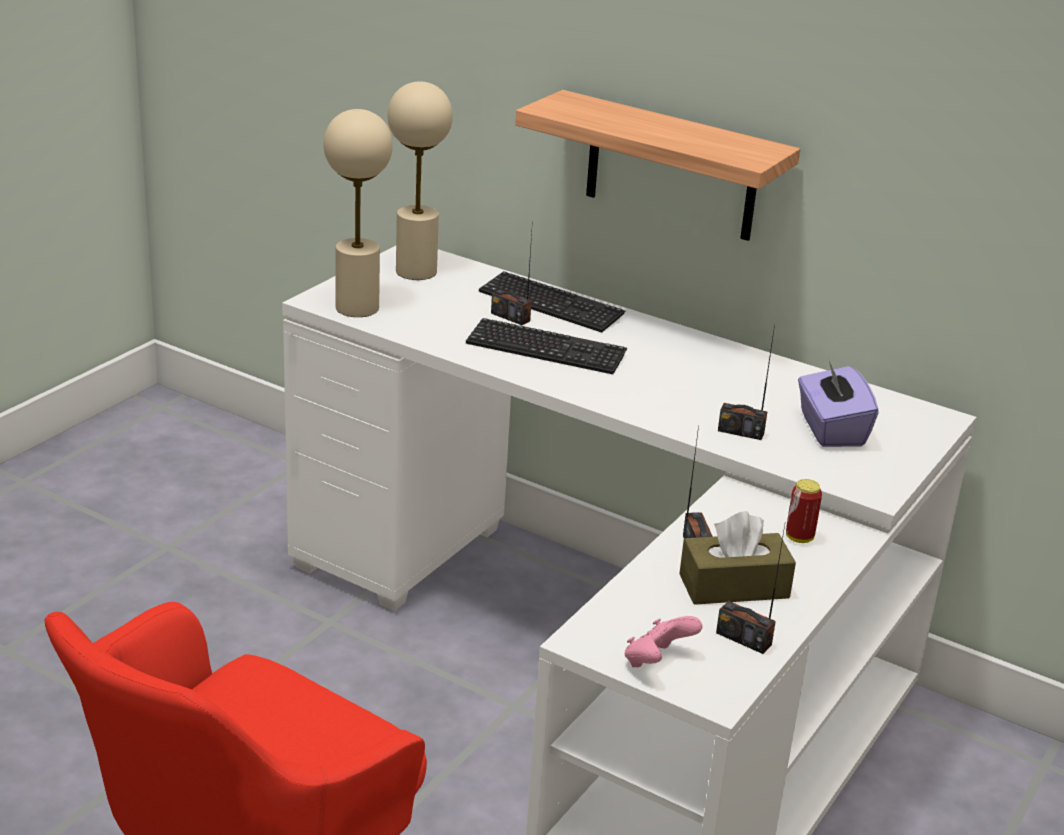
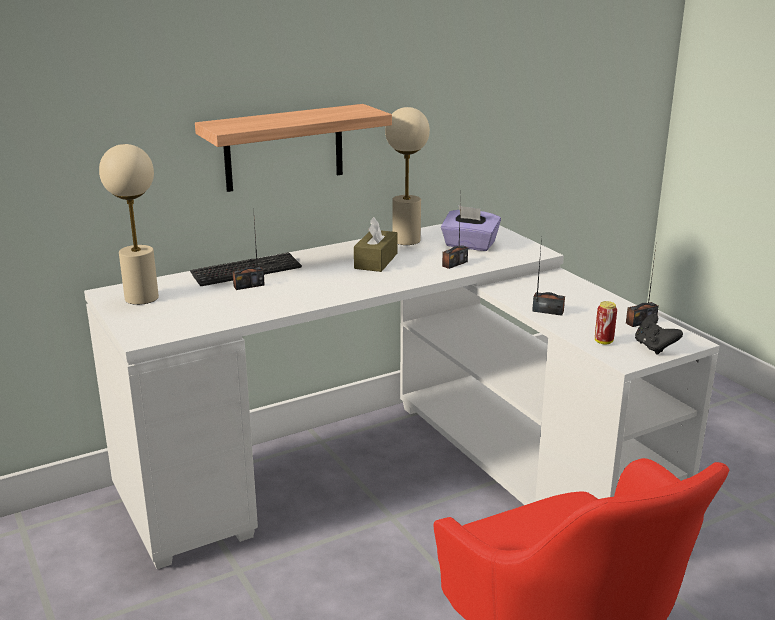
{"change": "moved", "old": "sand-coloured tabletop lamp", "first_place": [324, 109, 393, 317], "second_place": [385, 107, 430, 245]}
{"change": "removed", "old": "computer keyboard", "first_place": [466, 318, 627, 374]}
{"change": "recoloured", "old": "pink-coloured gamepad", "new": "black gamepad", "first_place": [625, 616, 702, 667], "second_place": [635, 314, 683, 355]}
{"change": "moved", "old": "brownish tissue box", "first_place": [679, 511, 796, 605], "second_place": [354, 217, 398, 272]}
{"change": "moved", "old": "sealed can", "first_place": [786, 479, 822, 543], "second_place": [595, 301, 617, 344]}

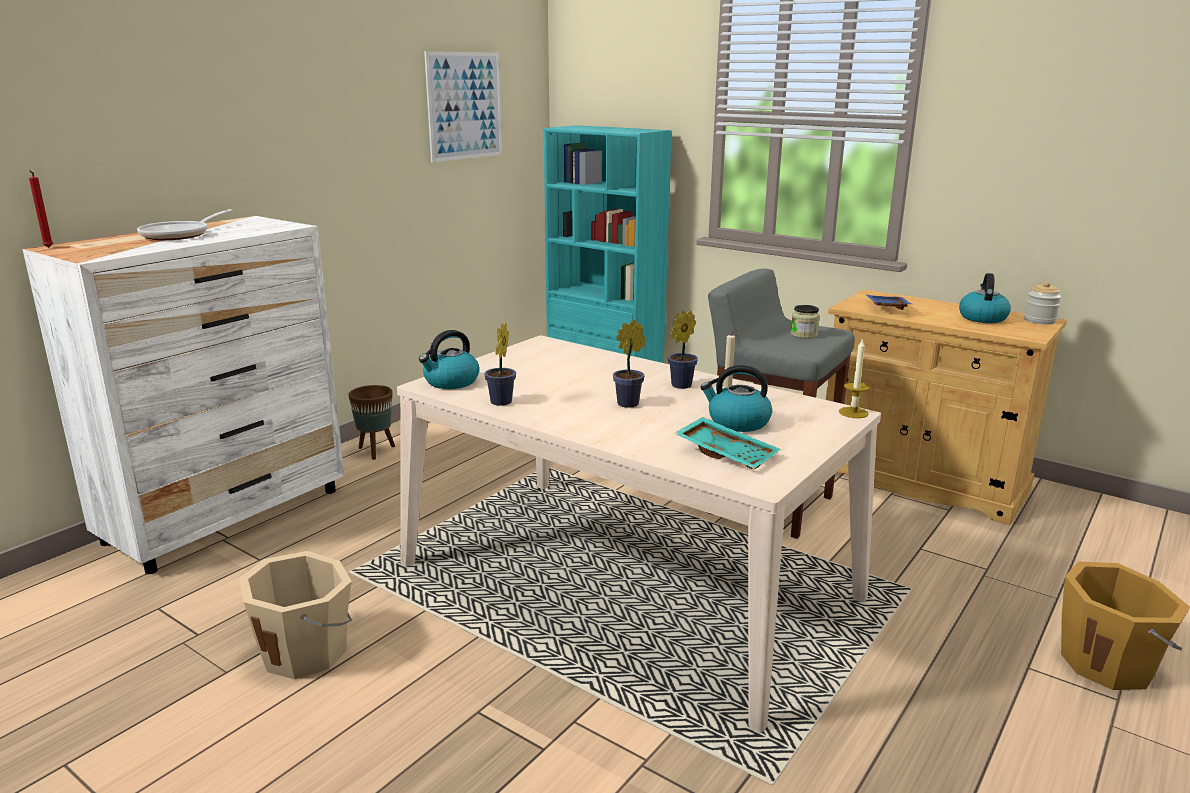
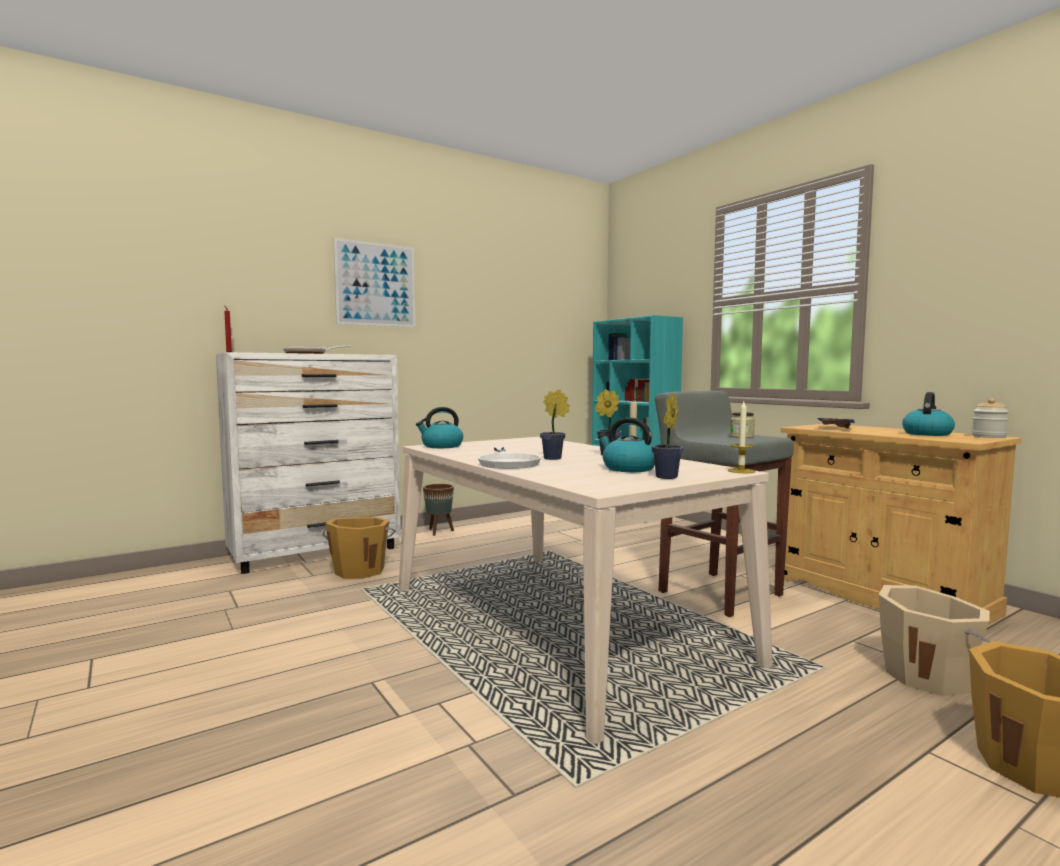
{"change": "moved", "old": "sand-coloured water bucket", "first_place": [239, 551, 352, 679], "second_place": [879, 585, 990, 696]}
{"change": "moved", "old": "wall art", "first_place": [424, 51, 502, 162], "second_place": [333, 238, 415, 328]}
{"change": "moved", "old": "houseplant", "first_place": [484, 322, 516, 406], "second_place": [652, 394, 683, 479]}
{"change": "removed", "old": "turquoise serving tray", "first_place": [674, 417, 780, 469]}
{"change": "added", "new": "orangey water bucket", "second_place": [323, 517, 396, 579]}
{"change": "added", "new": "white-coloured skillet", "second_place": [478, 447, 541, 469]}

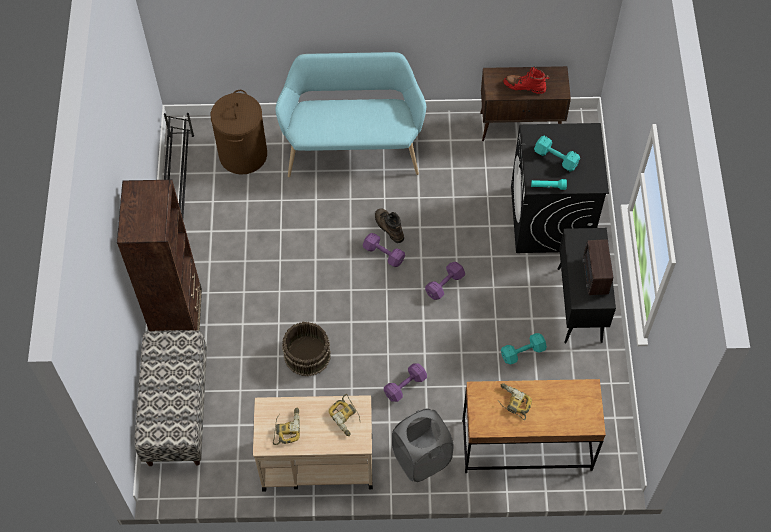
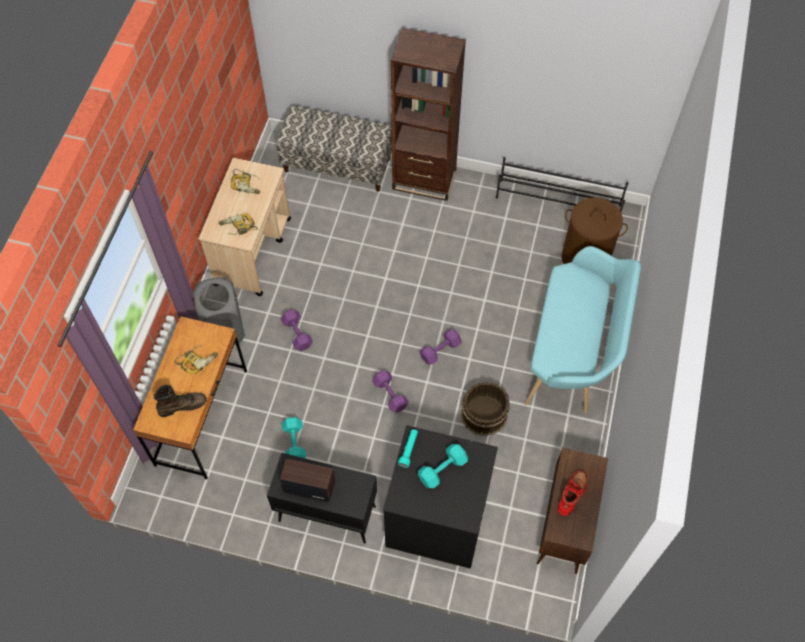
{"change": "moved", "old": "brownish water bucket", "first_place": [282, 322, 331, 376], "second_place": [461, 382, 510, 436]}
{"change": "moved", "old": "brownish boot", "first_place": [375, 208, 404, 243], "second_place": [154, 385, 207, 417]}

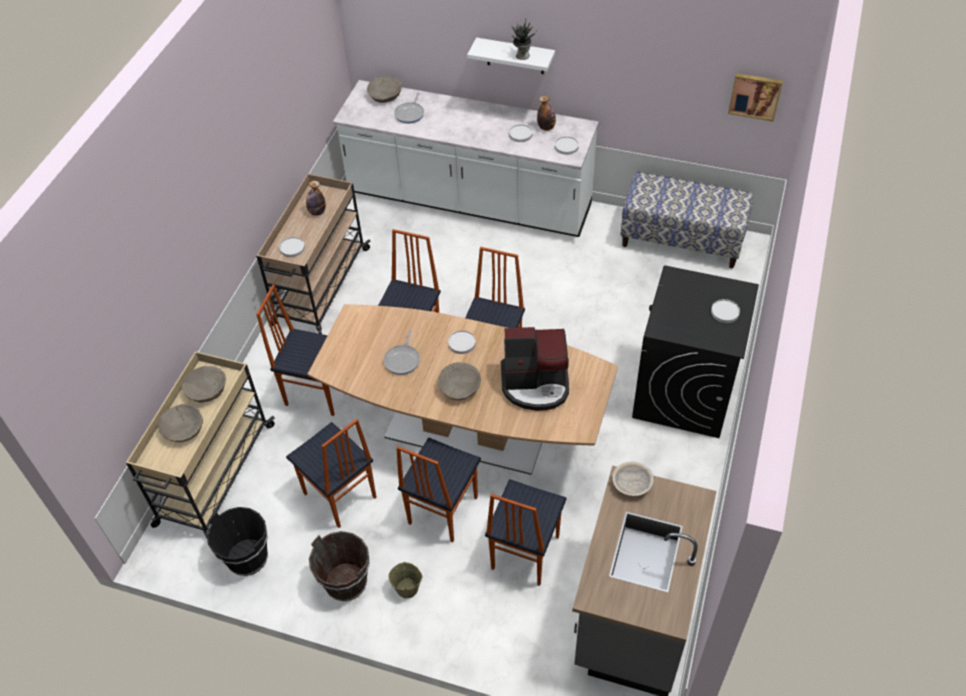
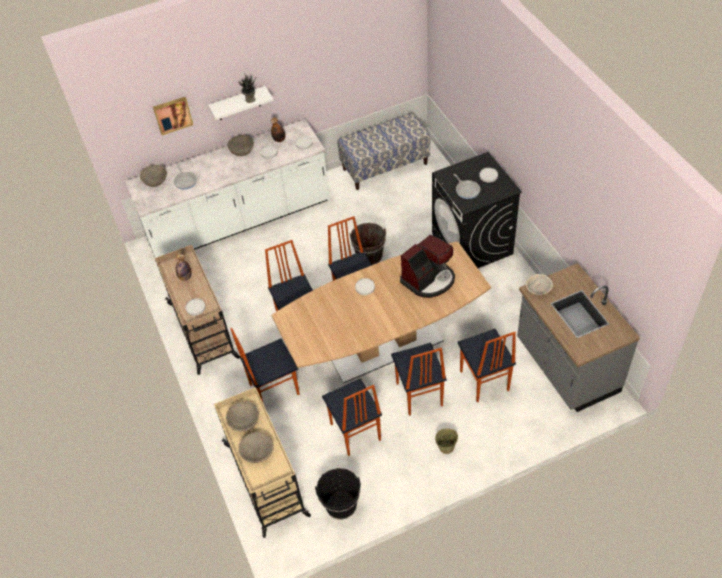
{"change": "turned", "old": "chair", "first_place": [286, 419, 377, 528], "second_place": [322, 378, 382, 456], "degrees": 60}
{"change": "moved", "old": "brownish water bucket", "first_place": [309, 531, 370, 601], "second_place": [349, 223, 386, 265]}
{"change": "moved", "old": "skillet", "first_place": [384, 330, 420, 375], "second_place": [454, 174, 480, 199]}
{"change": "moved", "old": "sand-coloured bowl", "first_place": [438, 362, 481, 400], "second_place": [227, 135, 254, 156]}
{"change": "moved", "old": "wall art", "first_place": [728, 73, 783, 122], "second_place": [153, 97, 193, 135]}

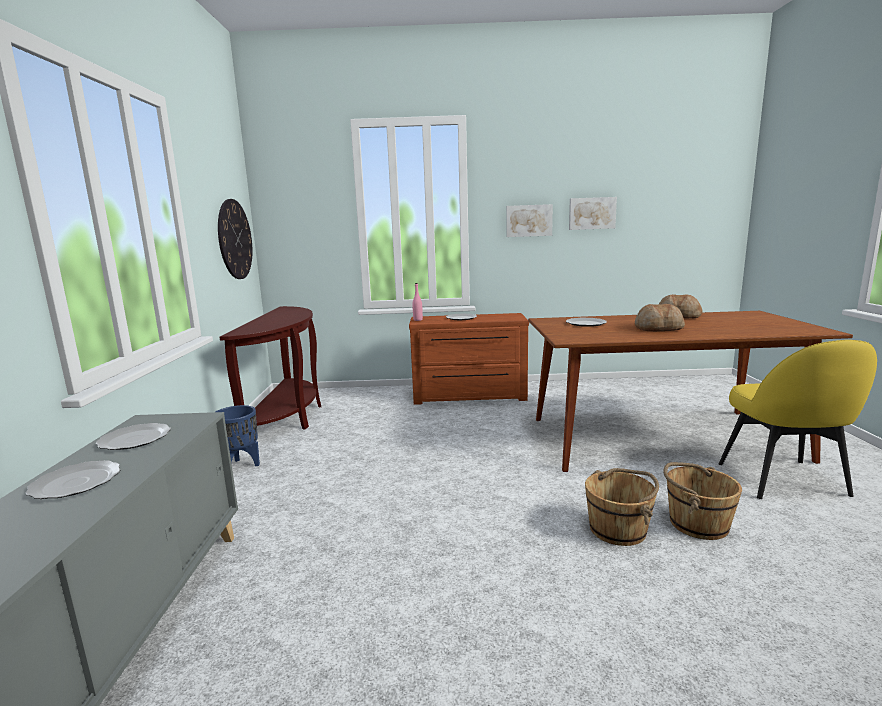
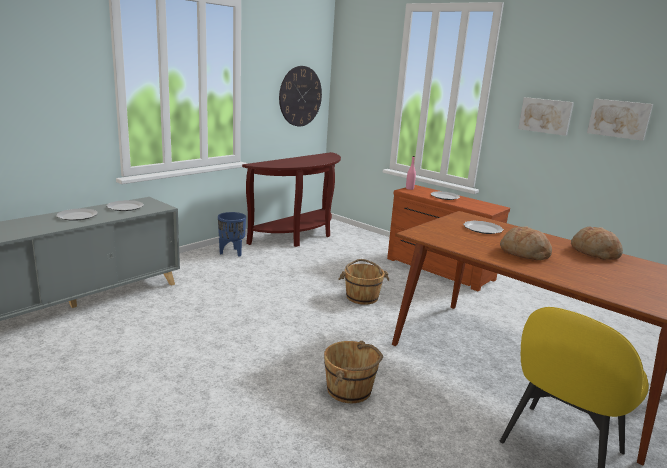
{"change": "moved", "old": "brownish water bucket", "first_place": [663, 462, 742, 540], "second_place": [339, 259, 389, 305]}

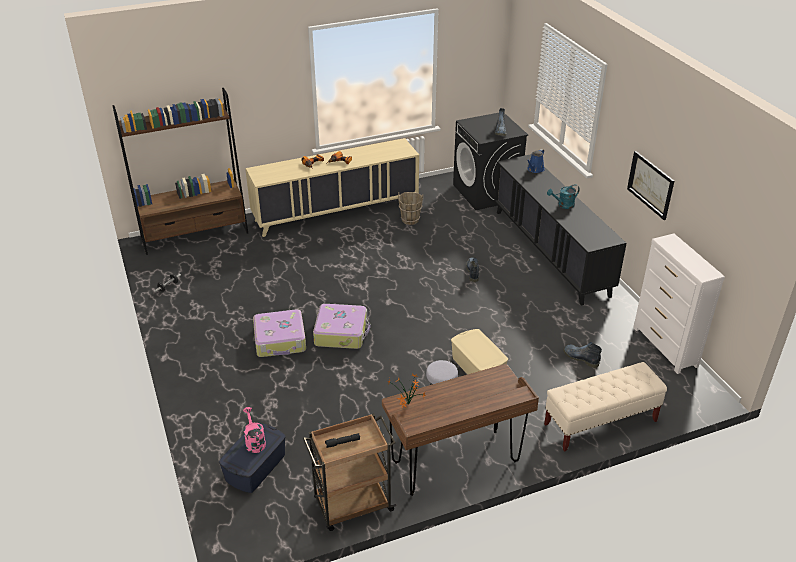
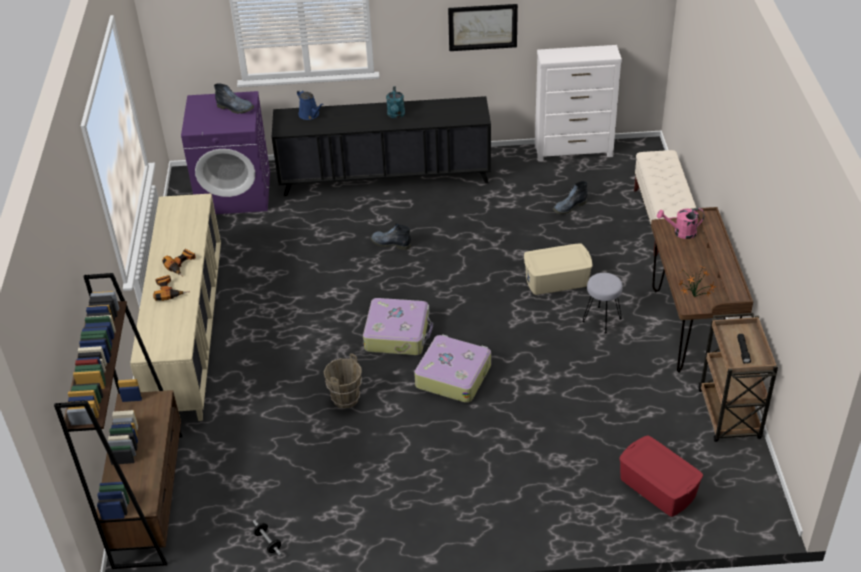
{"change": "recoloured", "old": "bluish storage bin", "new": "red-coloured storage bin", "first_place": [219, 422, 286, 493], "second_place": [619, 435, 703, 517]}
{"change": "moved", "old": "pink-coloured watering pot", "first_place": [243, 407, 266, 453], "second_place": [657, 208, 705, 239]}
{"change": "moved", "old": "suitcase", "first_place": [253, 310, 306, 357], "second_place": [363, 298, 433, 355]}
{"change": "moved", "old": "brownish water bucket", "first_place": [398, 192, 423, 225], "second_place": [324, 354, 362, 409]}
{"change": "recoloured", "old": "black laundry appliance", "new": "purple laundry appliance", "first_place": [453, 113, 528, 210], "second_place": [181, 91, 270, 214]}

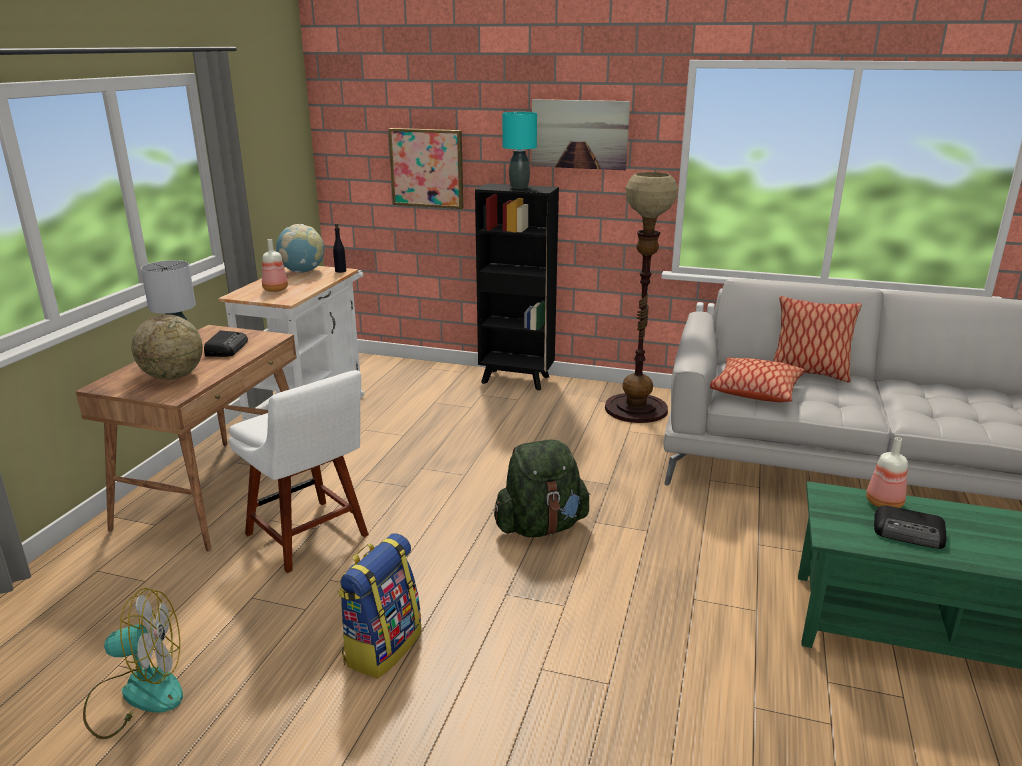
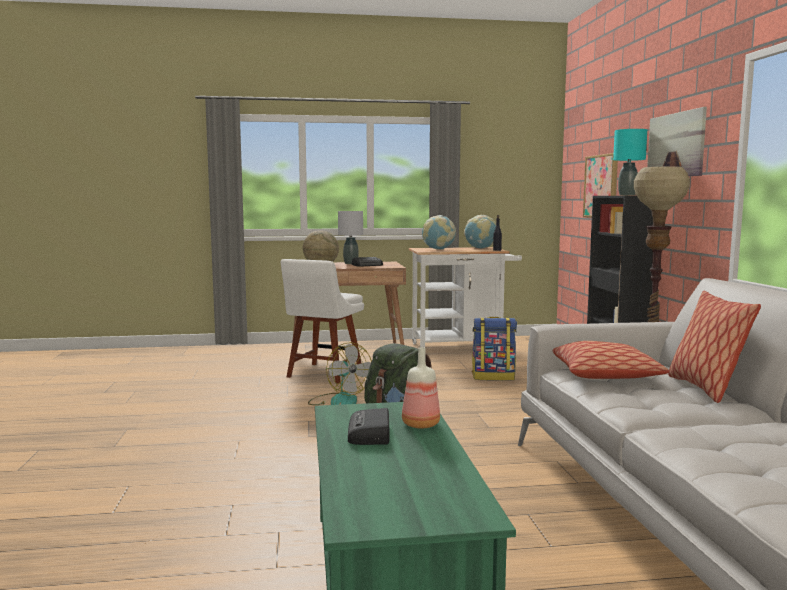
{"change": "moved", "old": "fan", "first_place": [83, 588, 183, 739], "second_place": [308, 342, 372, 405]}
{"change": "replaced", "old": "drink bottle", "new": "world globe", "first_place": [262, 239, 288, 292], "second_place": [422, 215, 456, 249]}
{"change": "moved", "old": "knapsack", "first_place": [338, 533, 422, 679], "second_place": [472, 317, 517, 381]}

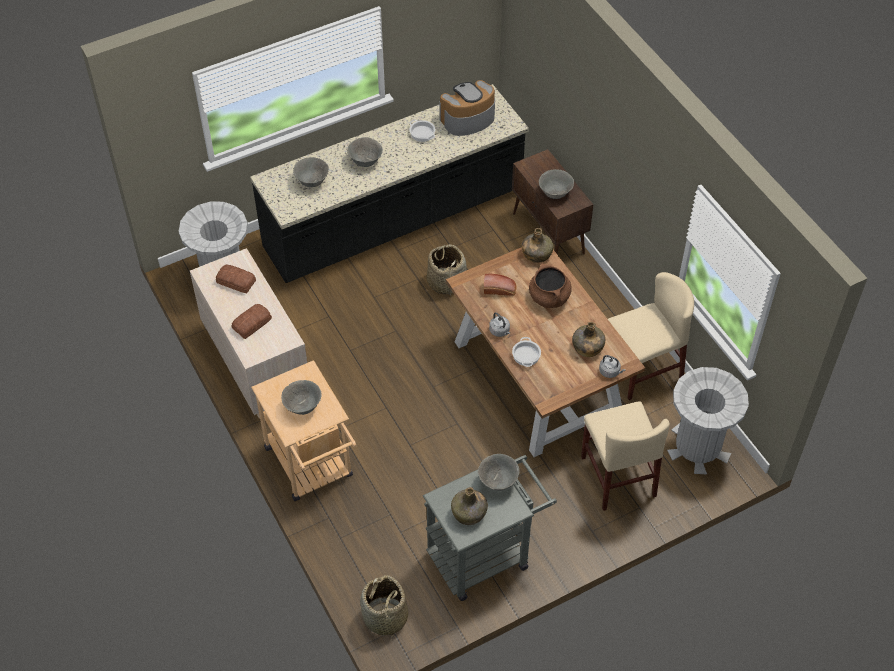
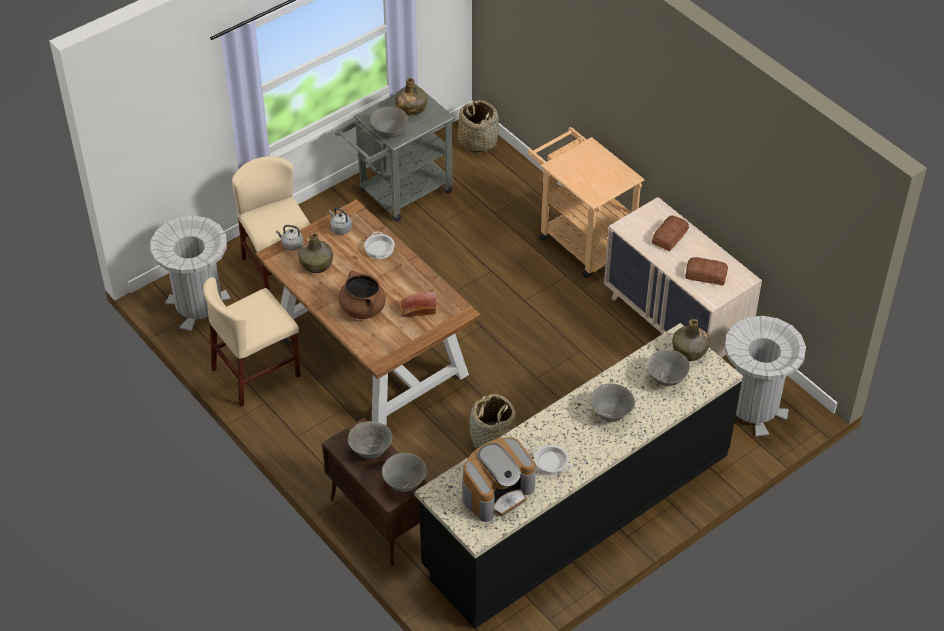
{"change": "moved", "old": "greyish bowl", "first_place": [281, 380, 321, 415], "second_place": [382, 453, 427, 492]}
{"change": "moved", "old": "greyish tea kettle", "first_place": [489, 312, 510, 337], "second_place": [329, 208, 352, 234]}
{"change": "moved", "old": "greenish drink bottle", "first_place": [522, 228, 553, 263], "second_place": [672, 319, 710, 361]}

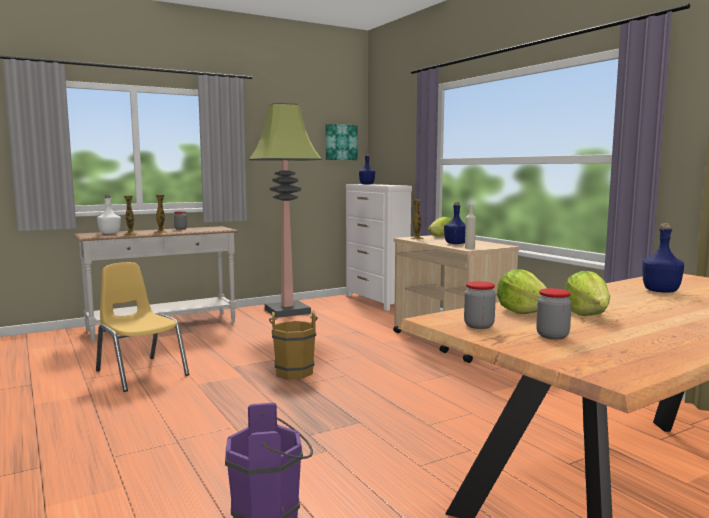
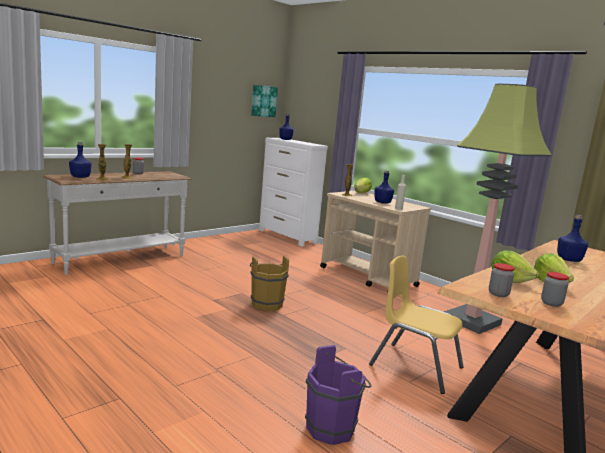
{"change": "moved", "old": "yellowish chair", "first_place": [96, 262, 189, 392], "second_place": [369, 255, 464, 394]}
{"change": "recoloured", "old": "white-coloured drink bottle", "new": "bluish drink bottle", "first_place": [97, 195, 121, 234], "second_place": [69, 142, 92, 178]}
{"change": "moved", "old": "floor lamp", "first_place": [249, 103, 322, 318], "second_place": [444, 83, 552, 334]}

